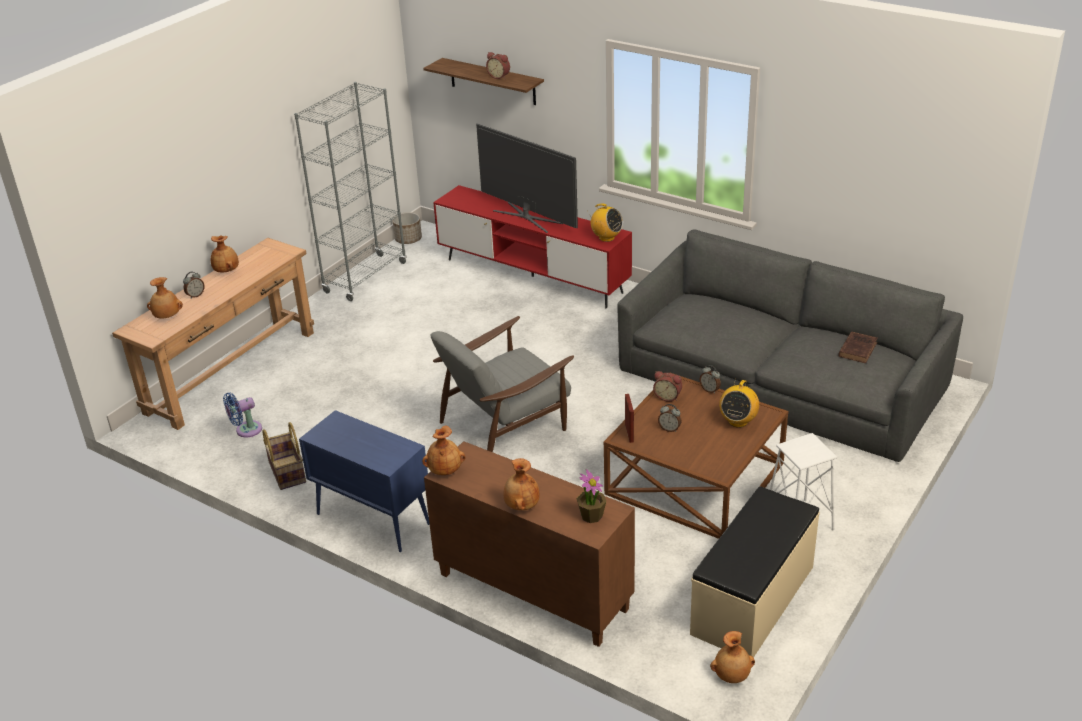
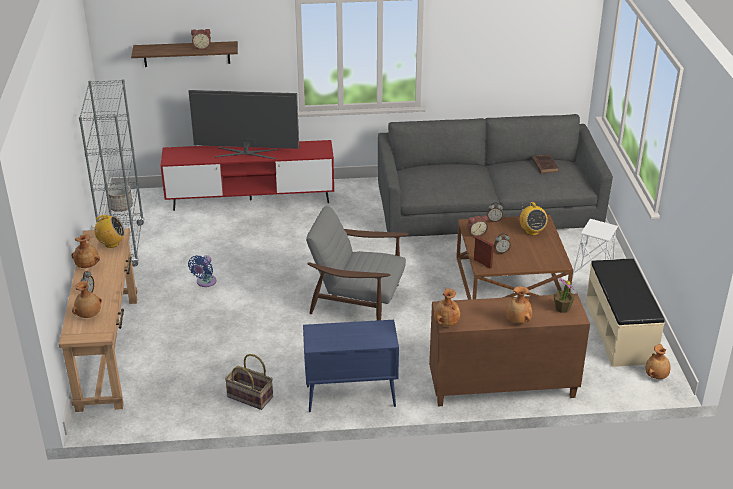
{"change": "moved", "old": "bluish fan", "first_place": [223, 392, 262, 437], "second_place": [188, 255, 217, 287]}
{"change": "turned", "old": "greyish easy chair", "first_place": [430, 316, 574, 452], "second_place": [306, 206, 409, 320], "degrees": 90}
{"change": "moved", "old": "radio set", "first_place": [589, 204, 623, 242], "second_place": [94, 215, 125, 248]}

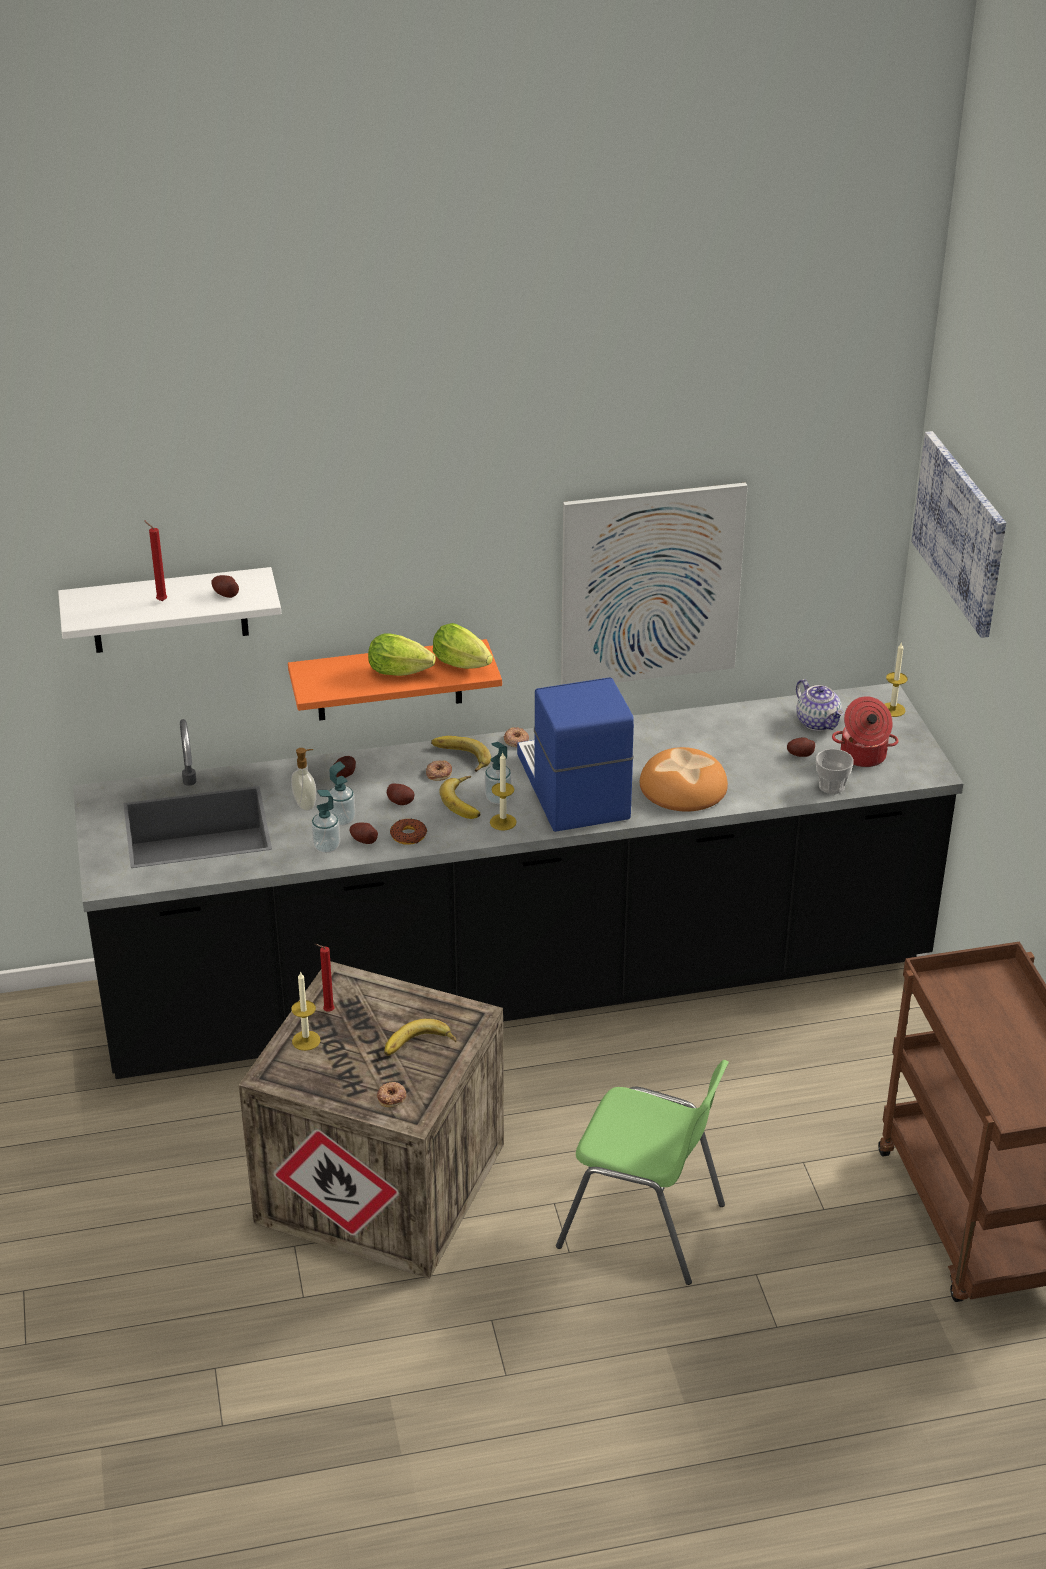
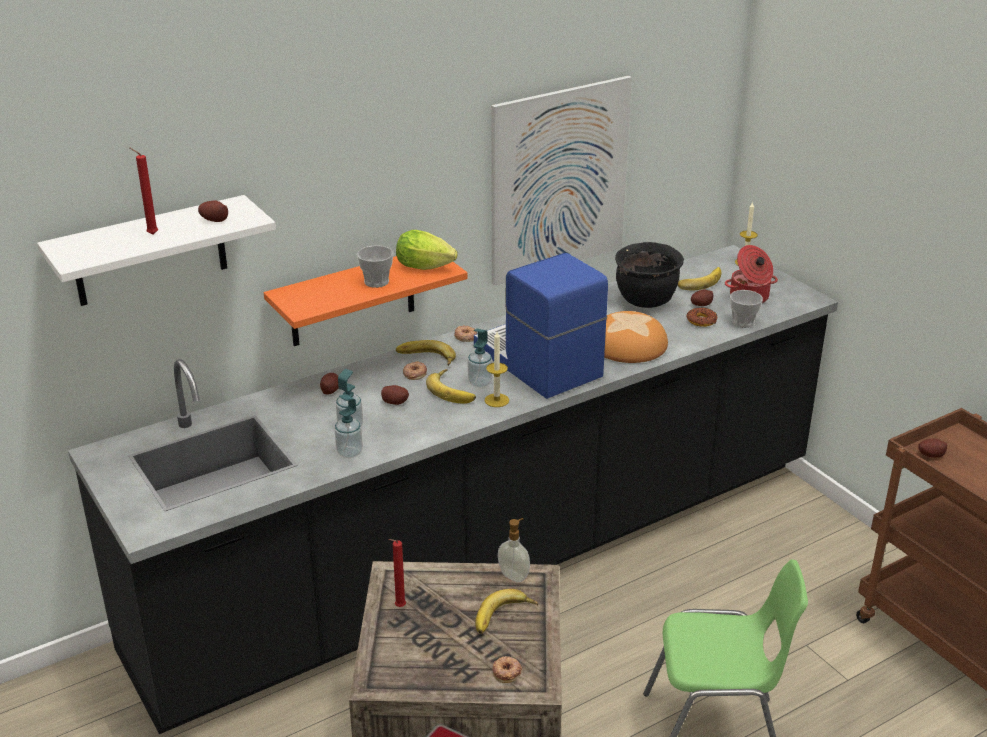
{"change": "moved", "old": "soap dispenser", "first_place": [291, 748, 316, 811], "second_place": [498, 518, 530, 582]}
{"change": "removed", "old": "candle", "first_place": [291, 971, 320, 1051]}
{"change": "moved", "old": "whole potato", "first_place": [349, 822, 378, 844], "second_place": [918, 438, 947, 458]}
{"change": "replaced", "old": "head of lettuce", "new": "cup", "first_place": [368, 633, 436, 676], "second_place": [357, 245, 393, 288]}
{"change": "moved", "old": "donut", "first_place": [390, 819, 427, 845], "second_place": [686, 308, 717, 327]}
{"change": "replaced", "old": "teapot", "new": "banana", "first_place": [796, 679, 844, 731], "second_place": [678, 267, 721, 291]}
{"change": "removed", "old": "wall art", "first_place": [911, 431, 1006, 638]}
{"change": "added", "new": "black cooking pot", "second_place": [615, 242, 684, 308]}

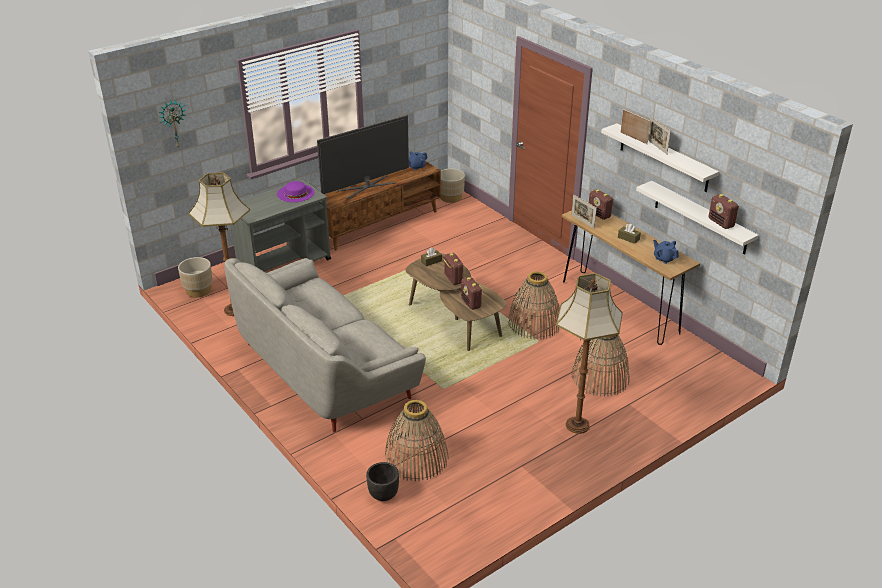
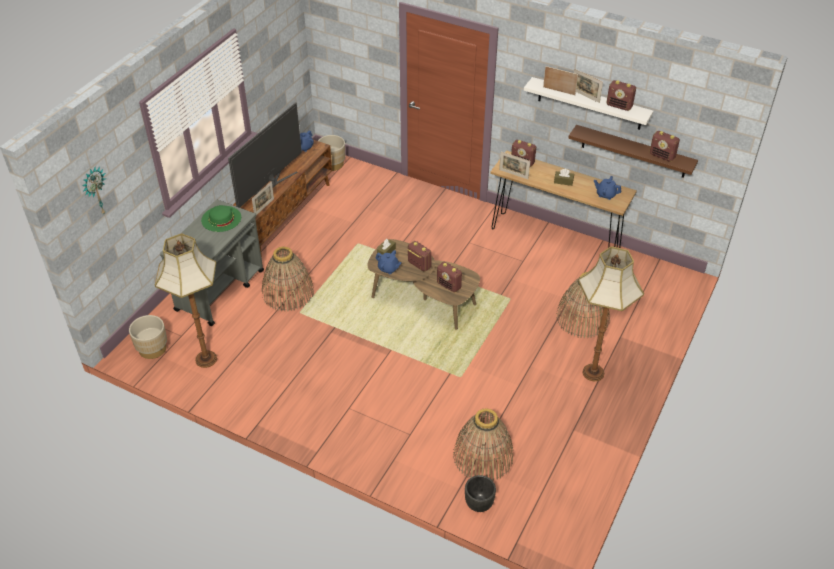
{"change": "removed", "old": "greyish settee", "first_place": [224, 258, 426, 432]}
{"change": "recoloured", "old": "purple clothing hat", "new": "greenish clothing hat", "first_place": [277, 181, 314, 202], "second_place": [201, 205, 241, 232]}
{"change": "moved", "old": "household basket", "first_place": [508, 271, 560, 340], "second_place": [262, 247, 314, 311]}
{"change": "recoloured", "old": "white-coloured shelf", "new": "brownish shelf", "first_place": [636, 181, 759, 255], "second_place": [568, 125, 698, 178]}
{"change": "added", "new": "standing frame", "second_place": [252, 181, 274, 215]}
{"change": "added", "new": "bluish teapot", "second_place": [376, 250, 402, 274]}
{"change": "added", "new": "radio set", "second_place": [606, 80, 636, 111]}

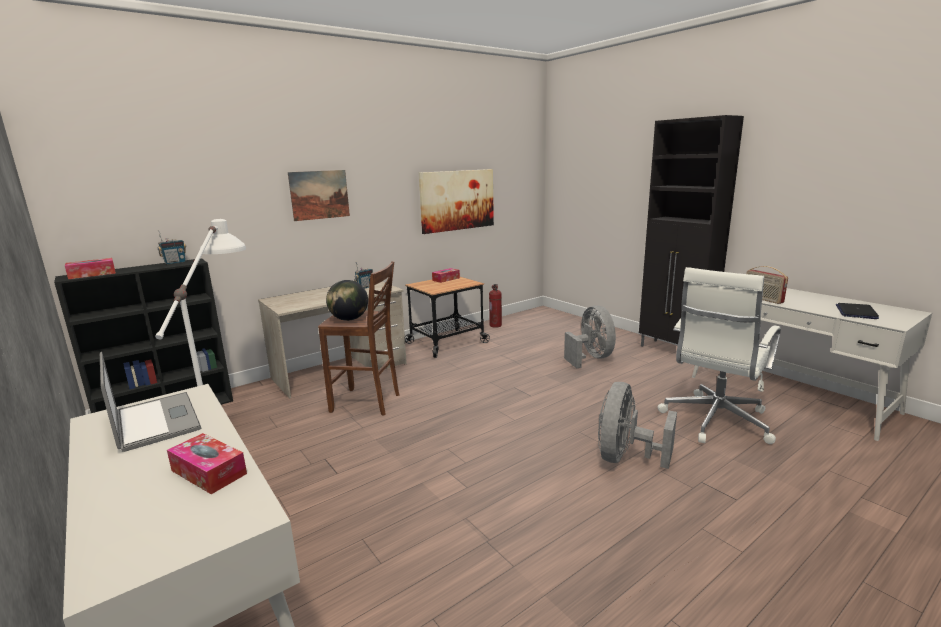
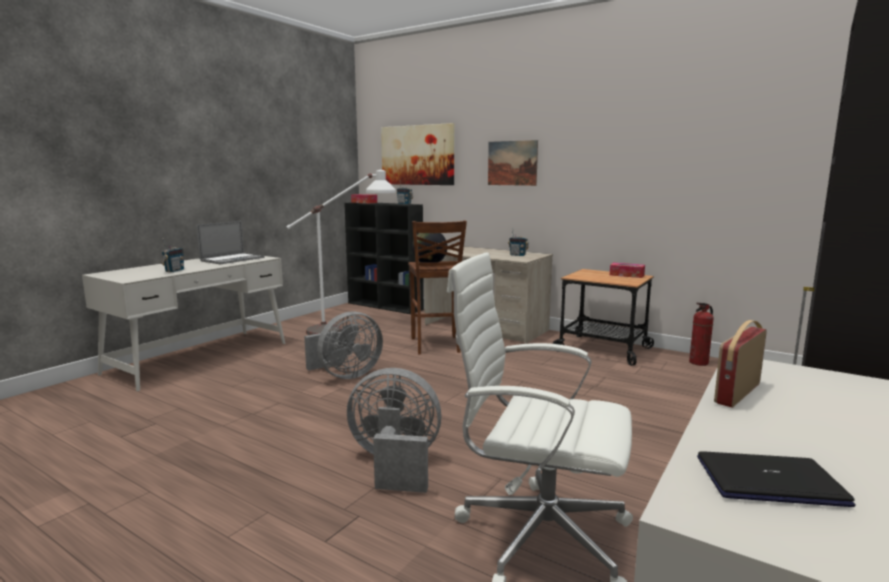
{"change": "replaced", "old": "tissue box", "new": "radio set", "first_place": [167, 433, 247, 494], "second_place": [161, 238, 184, 272]}
{"change": "moved", "old": "wall art", "first_place": [419, 169, 494, 234], "second_place": [381, 123, 454, 185]}
{"change": "moved", "old": "greyish fan", "first_place": [564, 305, 616, 368], "second_place": [304, 311, 383, 379]}

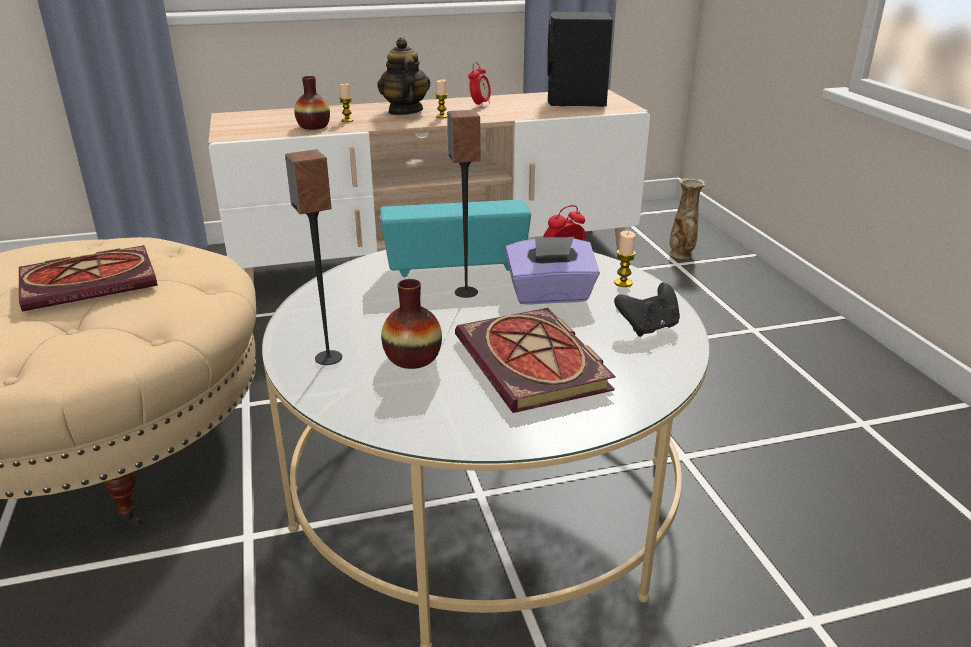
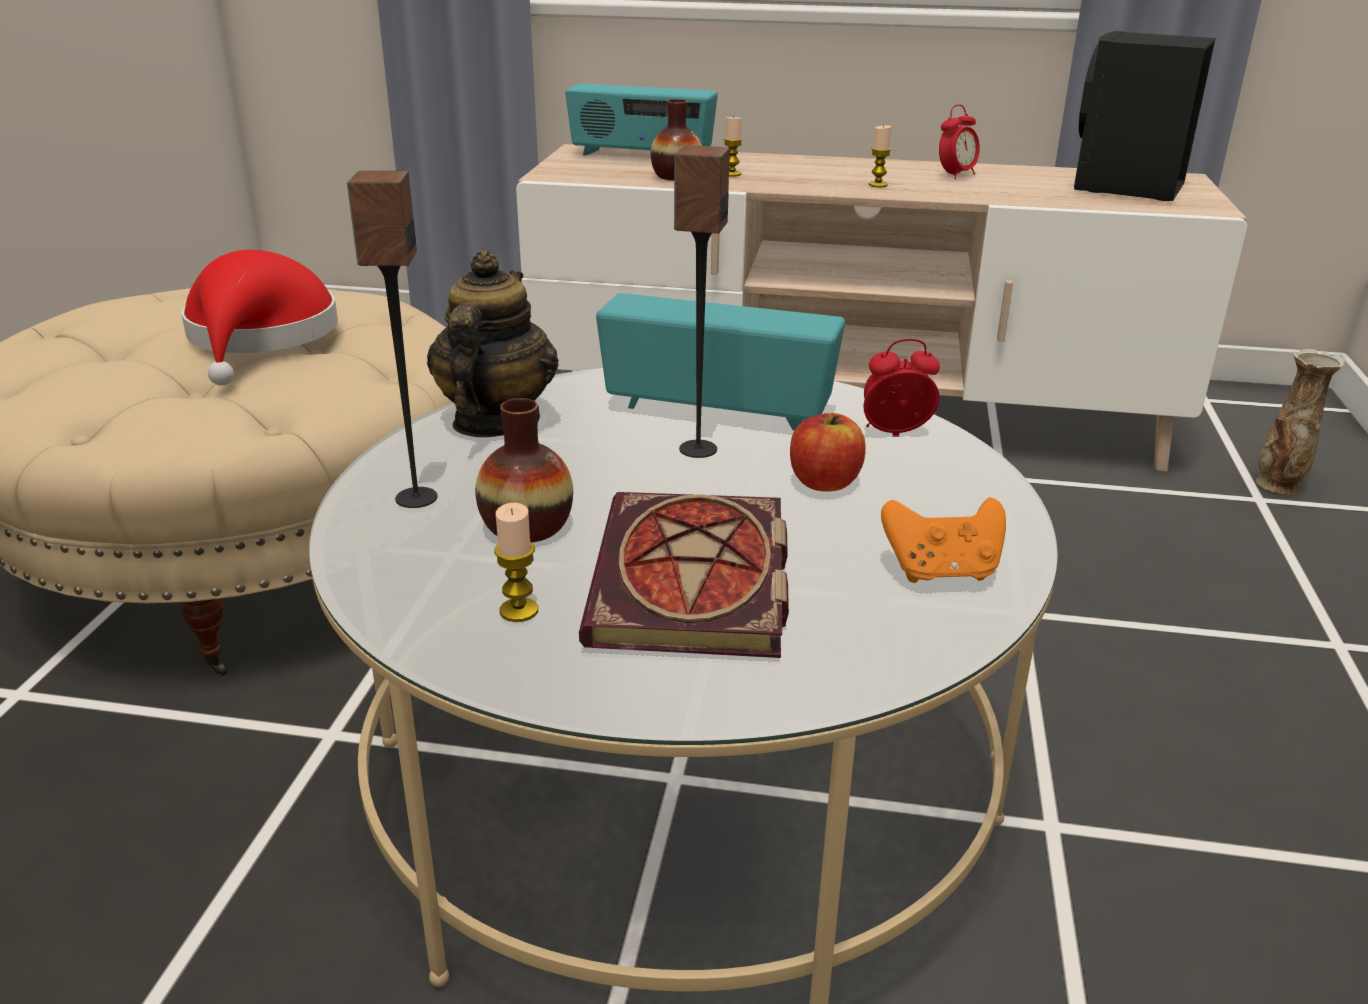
{"change": "replaced", "old": "book", "new": "red-coloured clothing hat", "first_place": [19, 245, 158, 312], "second_place": [181, 250, 338, 386]}
{"change": "moved", "old": "teapot", "first_place": [377, 37, 431, 115], "second_place": [427, 250, 559, 437]}
{"change": "replaced", "old": "purple tissue box", "new": "apple fruit", "first_place": [505, 237, 600, 305], "second_place": [790, 413, 866, 492]}
{"change": "moved", "old": "candle", "first_place": [614, 231, 636, 287], "second_place": [494, 503, 538, 622]}
{"change": "recoloured", "old": "black gamepad", "new": "orangey gamepad", "first_place": [614, 283, 680, 337], "second_place": [881, 497, 1006, 583]}
{"change": "added", "new": "radio set", "second_place": [565, 83, 718, 156]}

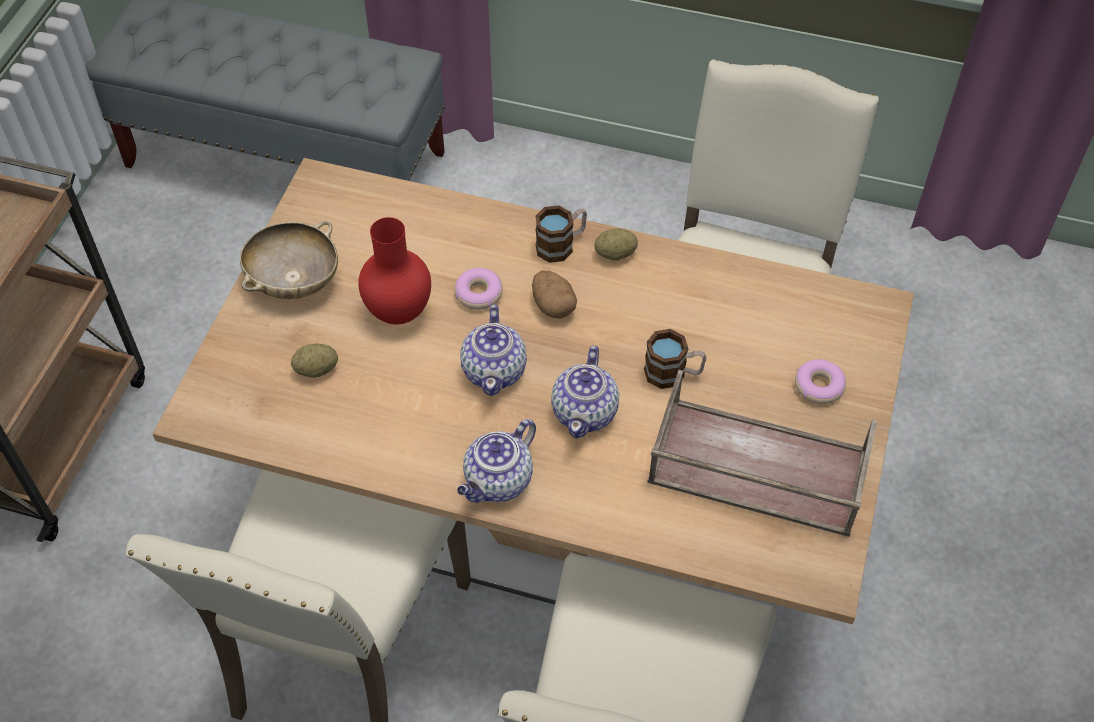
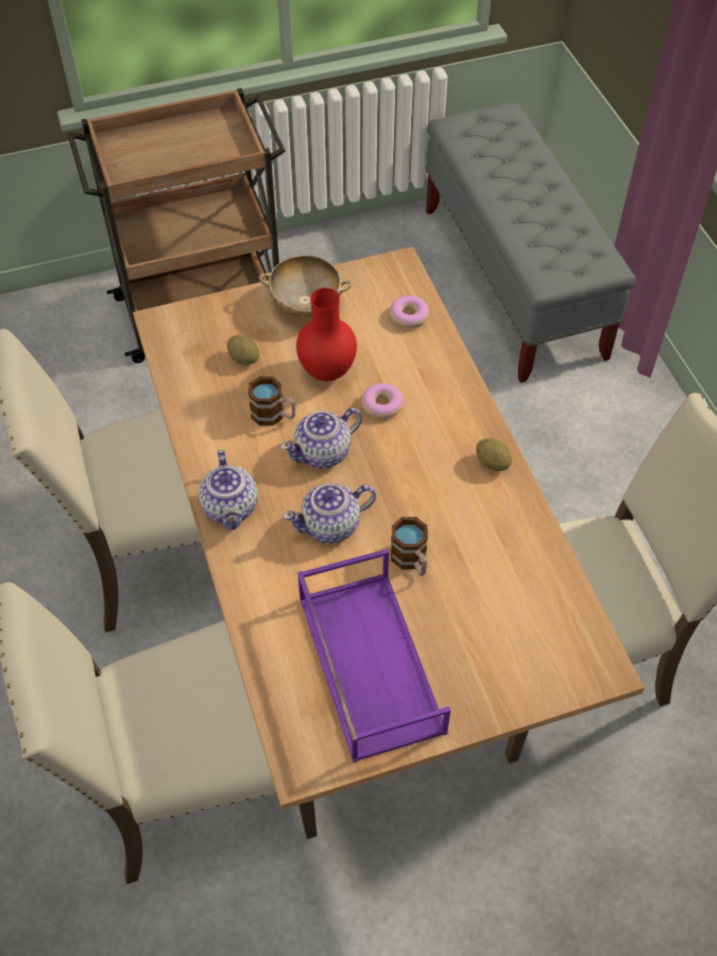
{"change": "turned", "old": "teapot", "first_place": [457, 419, 536, 503], "second_place": [199, 450, 258, 530], "degrees": -105}
{"change": "removed", "old": "whole potato", "first_place": [532, 271, 577, 319]}
{"change": "moved", "old": "coffee mug", "first_place": [535, 205, 587, 263], "second_place": [248, 376, 296, 426]}
{"change": "recoloured", "old": "brownish serving tray", "new": "purple serving tray", "first_place": [647, 370, 877, 537], "second_place": [298, 549, 451, 763]}
{"change": "moved", "old": "donut", "first_place": [795, 359, 846, 404], "second_place": [390, 296, 429, 328]}

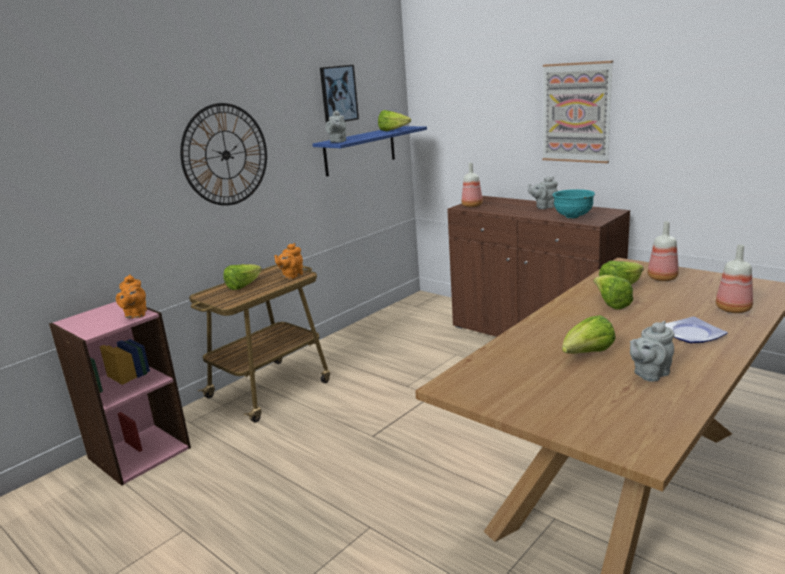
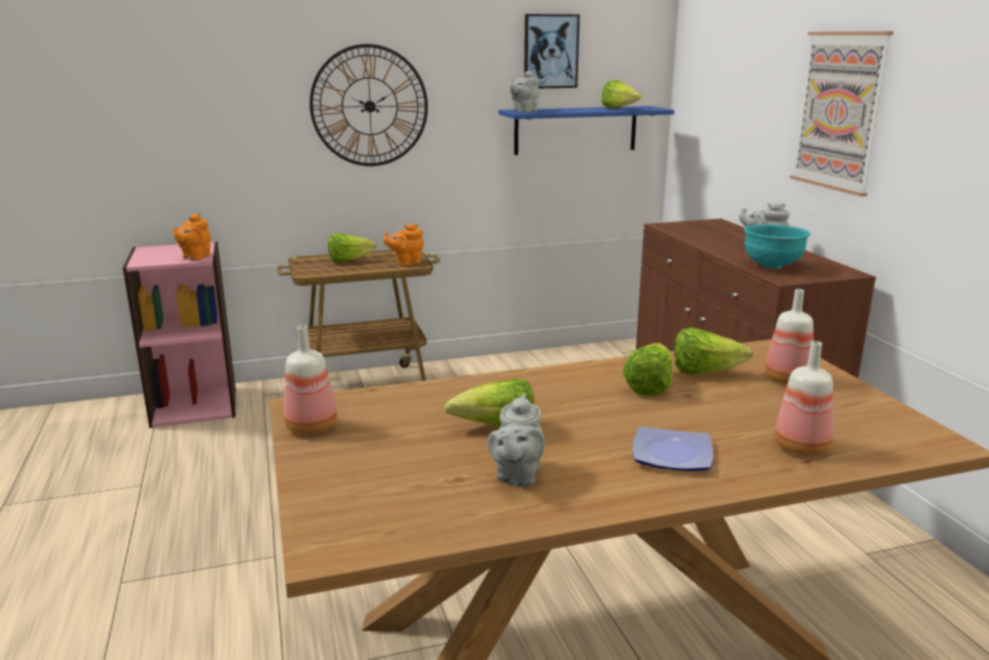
{"change": "moved", "old": "drink bottle", "first_place": [462, 163, 483, 207], "second_place": [284, 325, 337, 435]}
{"change": "turned", "old": "greyish teapot", "first_place": [630, 321, 674, 382], "second_place": [487, 394, 545, 487], "degrees": -75}

